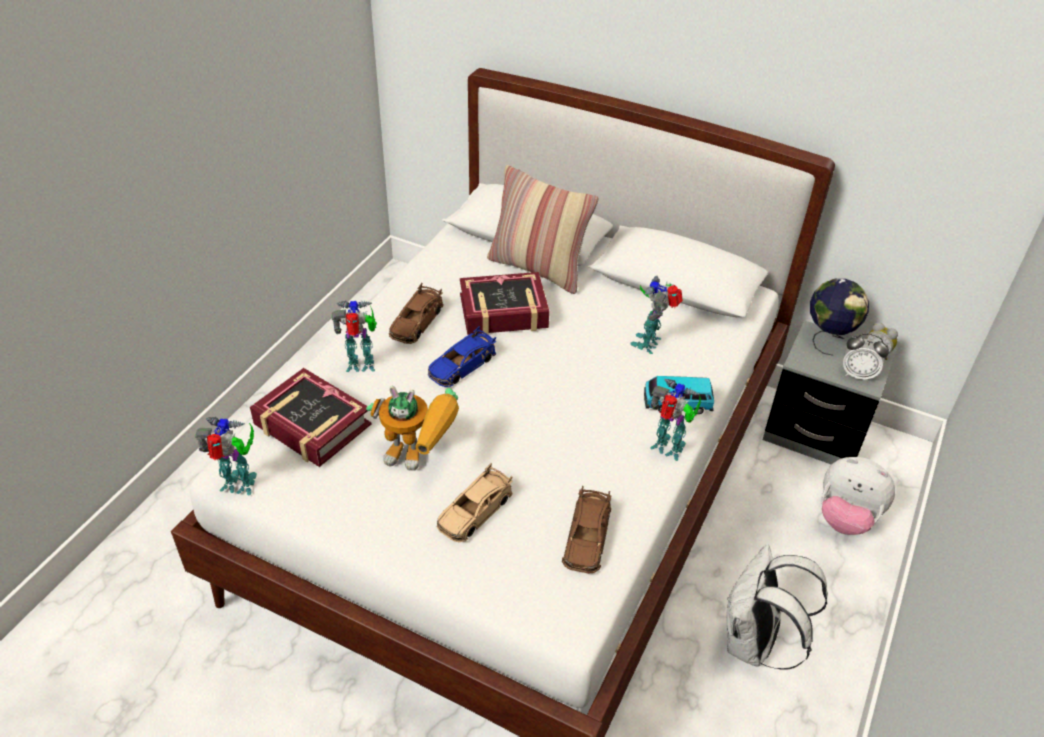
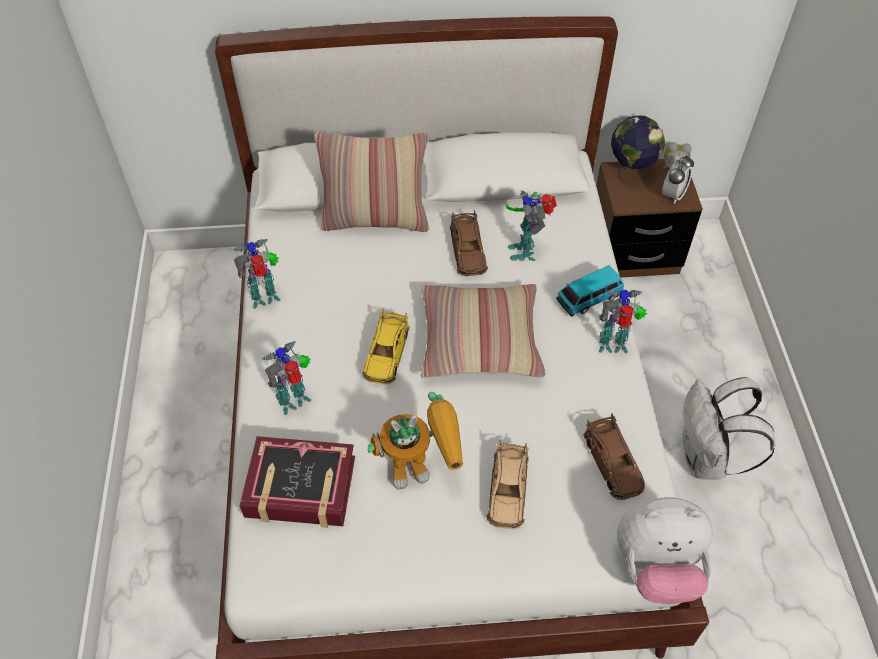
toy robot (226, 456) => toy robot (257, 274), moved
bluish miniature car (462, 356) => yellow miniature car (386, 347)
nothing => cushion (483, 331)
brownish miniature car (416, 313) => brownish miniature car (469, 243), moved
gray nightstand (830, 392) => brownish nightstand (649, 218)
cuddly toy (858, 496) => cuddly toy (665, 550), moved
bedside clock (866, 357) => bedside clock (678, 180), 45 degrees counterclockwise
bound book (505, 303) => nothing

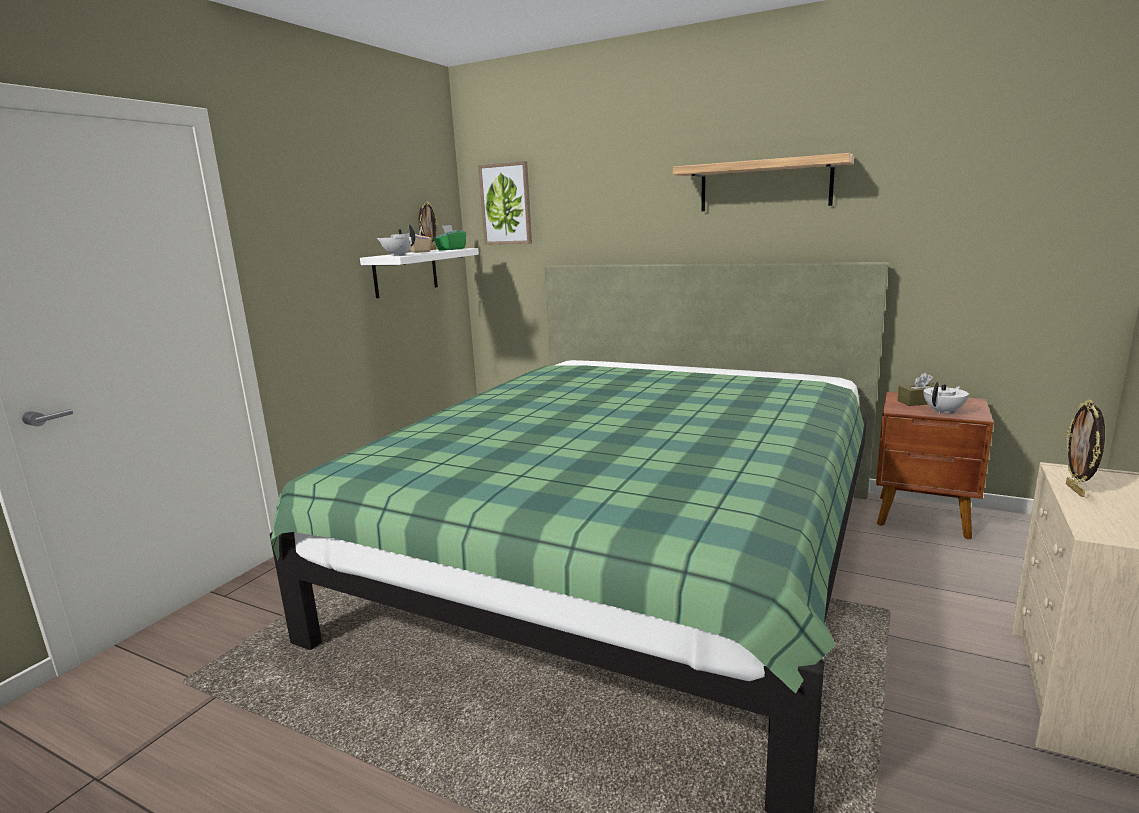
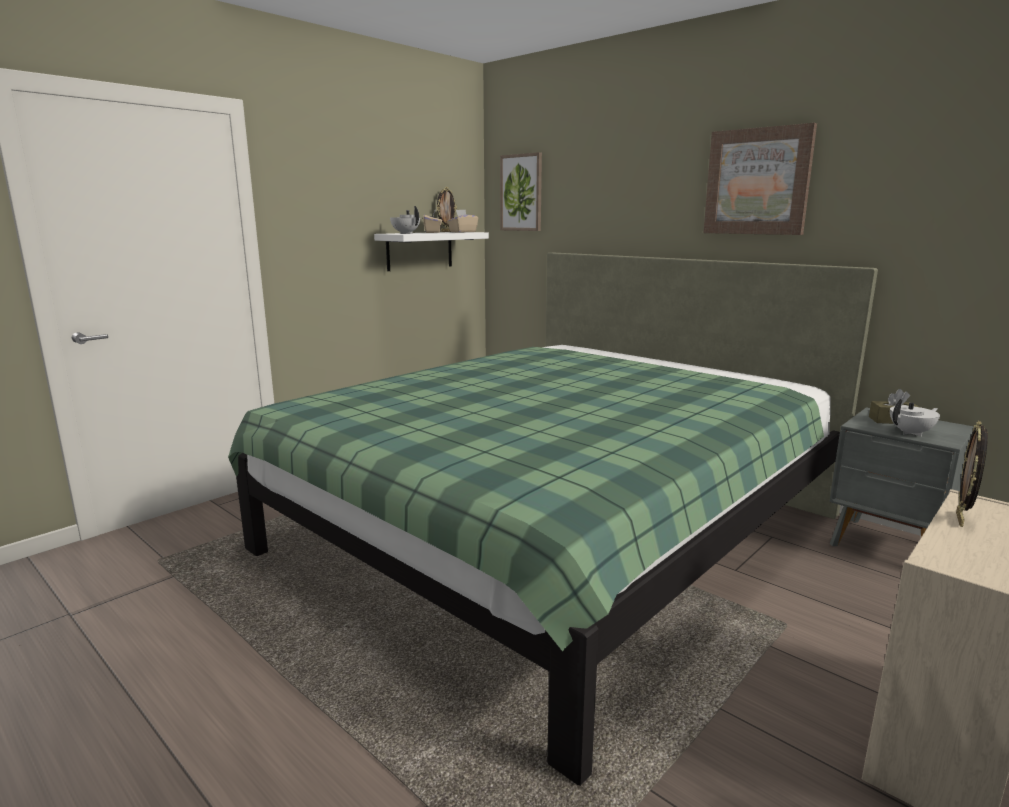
greenish tissue box (449, 237) => beige tissue box (462, 221)
bracket shelf (763, 182) => wall art (760, 179)
brownish nightstand (935, 466) => gray nightstand (902, 477)

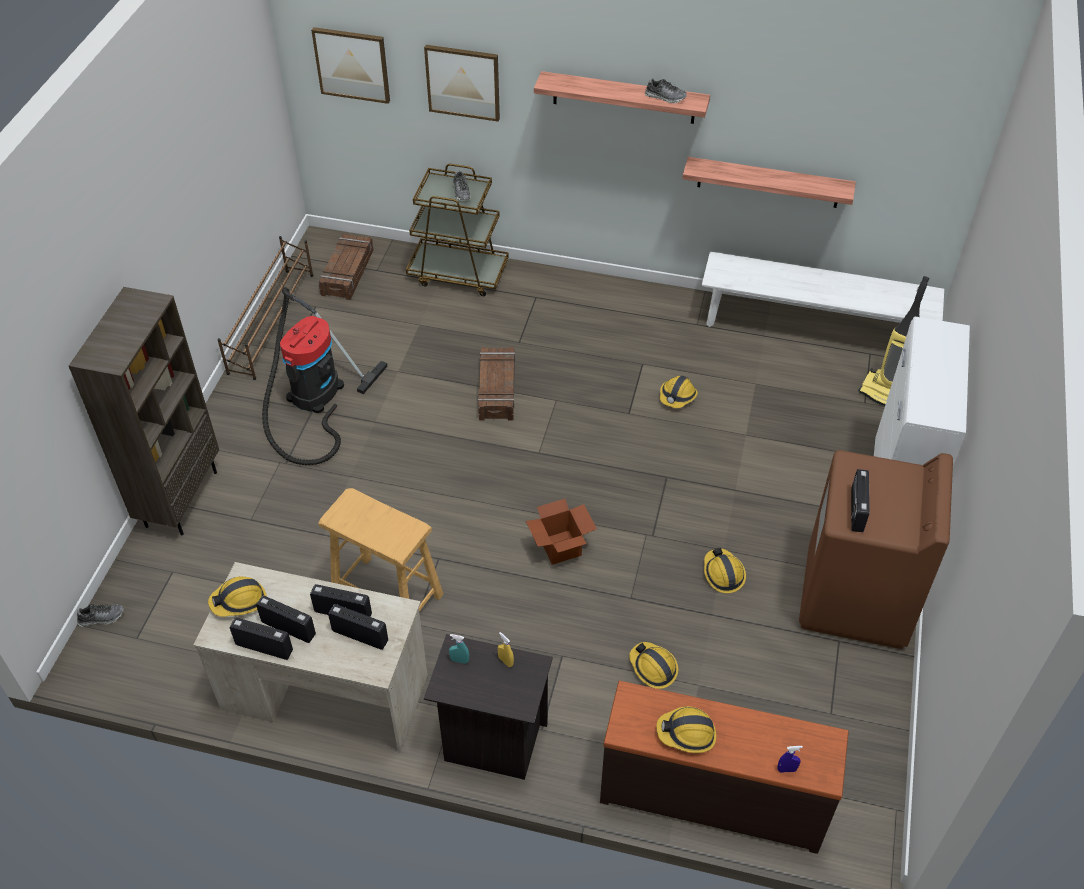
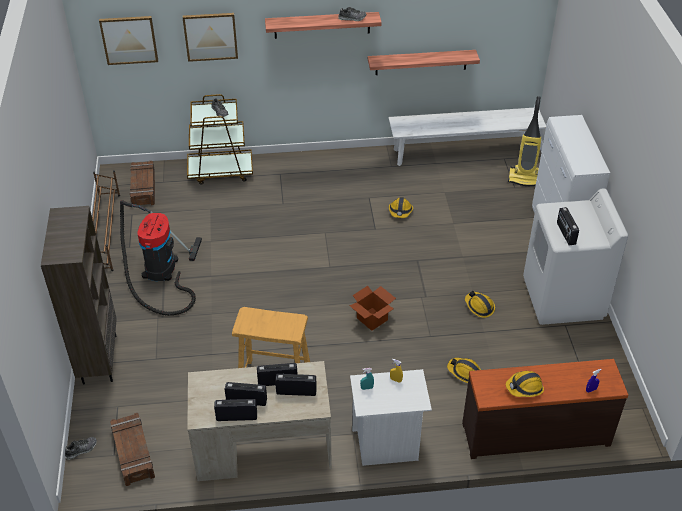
crate (496, 383) => crate (132, 449), moved
black-coloured nightstand (488, 707) => whitish nightstand (391, 417)
brownish laundry appliance (876, 549) => whitish laundry appliance (575, 256)
hard hat (237, 596) => nothing

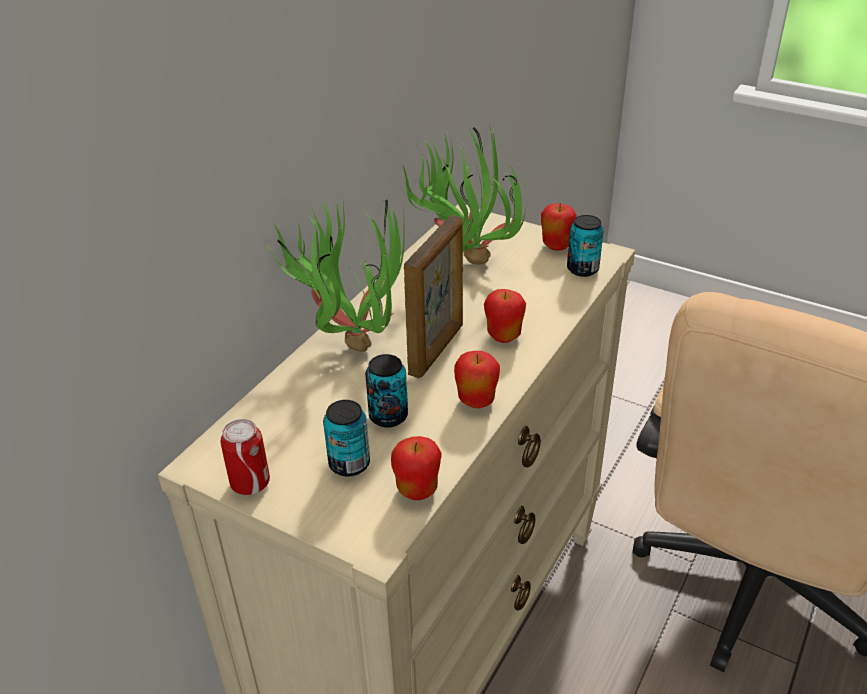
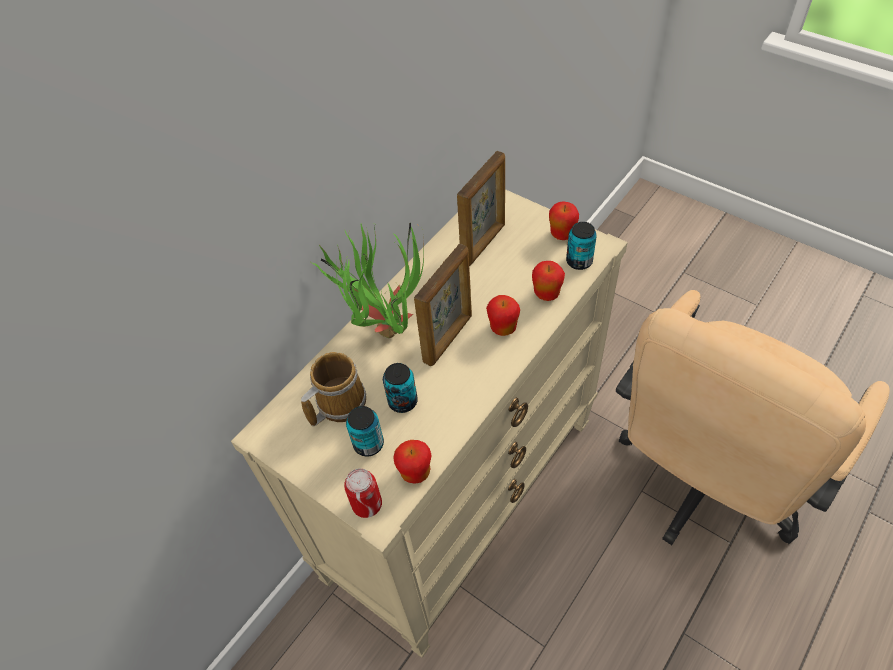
nothing => tea mug (333, 389)
can (245, 457) => can (363, 493), moved
houseplant (464, 195) => standing frame (481, 208)
apple (477, 379) => apple (548, 281), moved

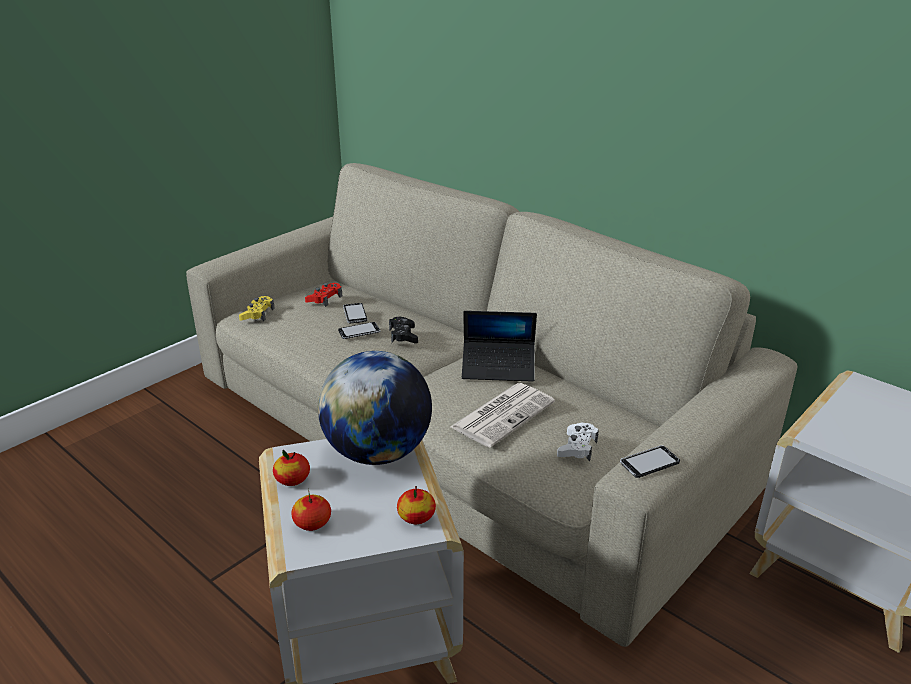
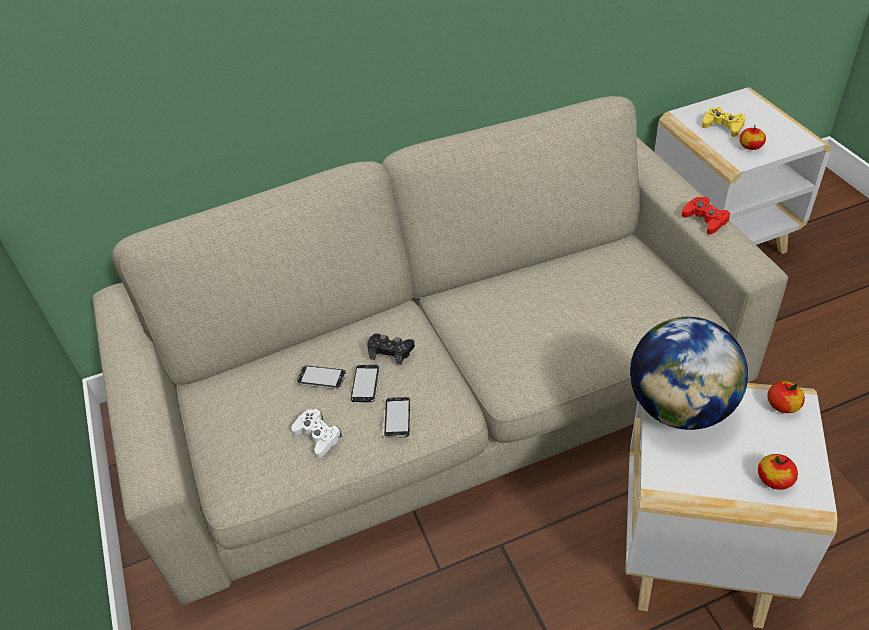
whitish joypad (578, 442) => whitish joypad (316, 433), moved
telephone (650, 461) => telephone (396, 417), moved
red-coloured joypad (323, 295) => red-coloured joypad (706, 216), moved
yellow joypad (257, 308) => yellow joypad (723, 122), moved
apple (291, 468) => apple (752, 137), moved
daily paper (502, 415) => nothing
portable computer (499, 346) => nothing

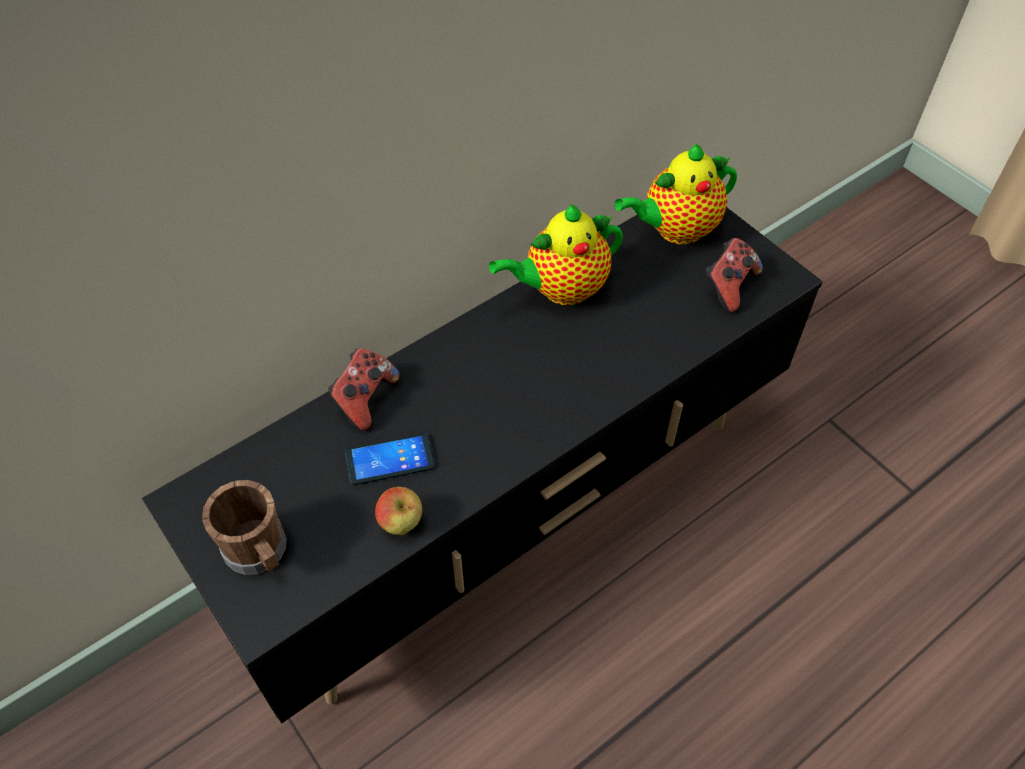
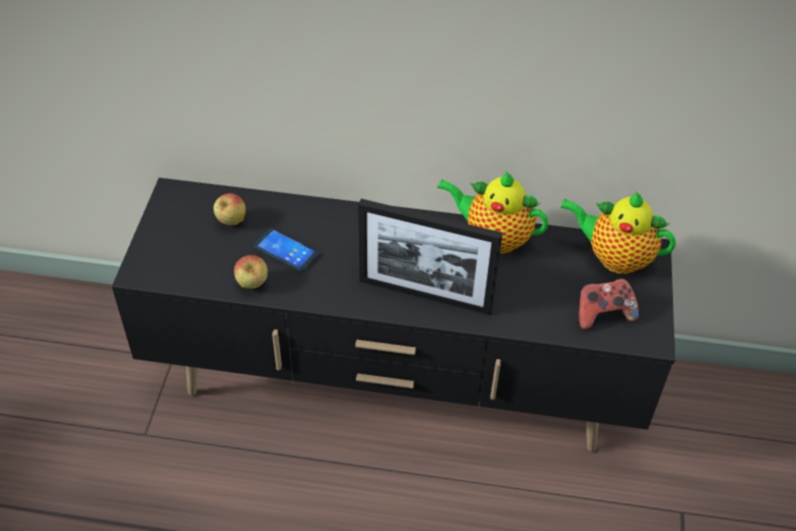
nothing => apple (229, 209)
nothing => standing frame (430, 257)
brownish tea mug (244, 527) => nothing
joypad (364, 389) => nothing

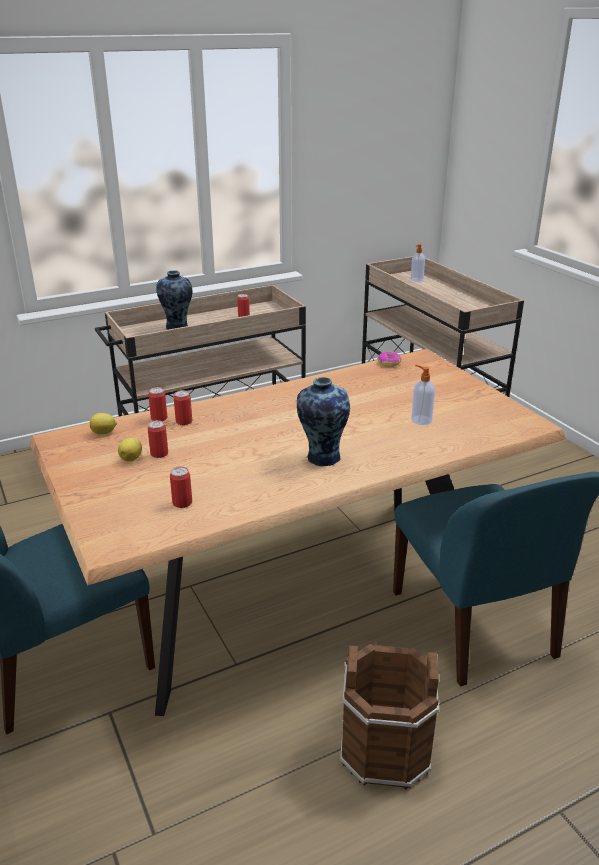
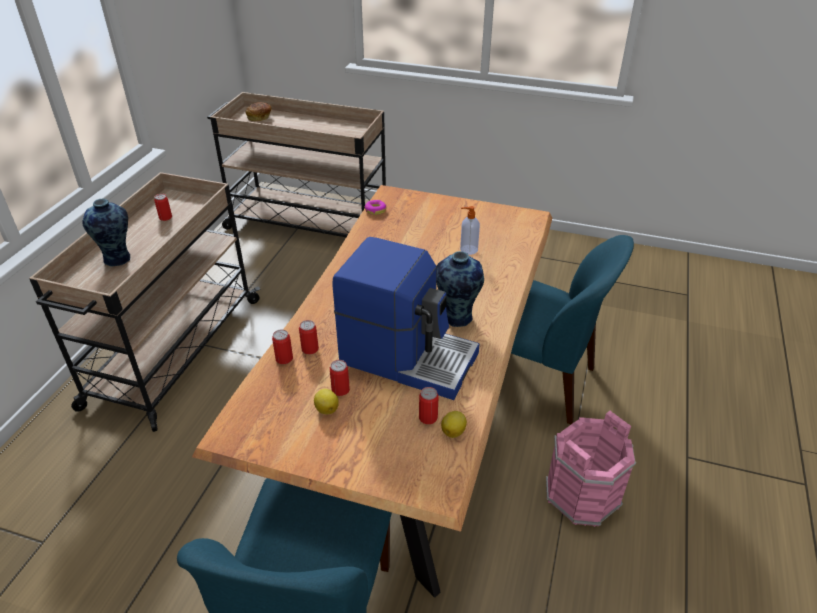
soap bottle (418, 263) => bread (259, 111)
nothing => coffee brewer (406, 318)
citrus fruit (103, 423) => citrus fruit (454, 424), moved
brownish pail (389, 717) => pinkish pail (591, 469)

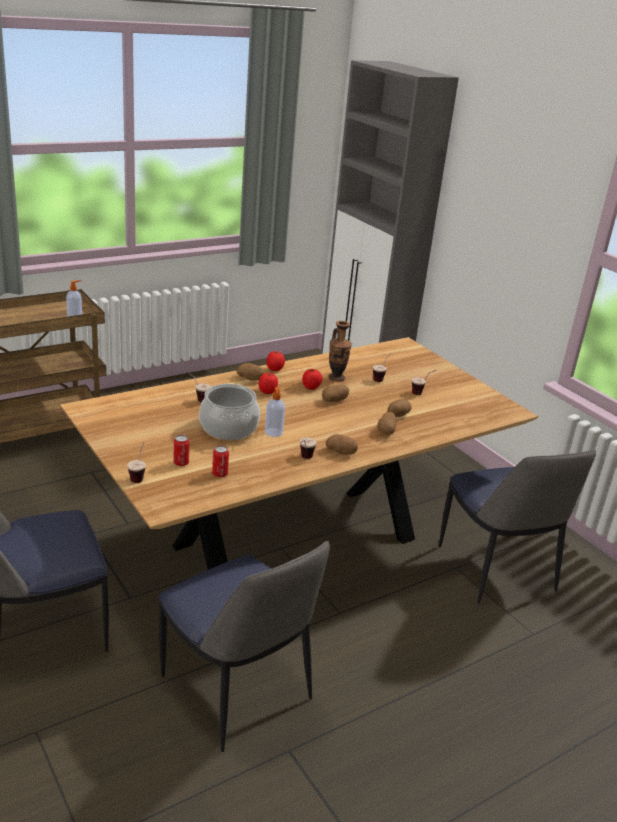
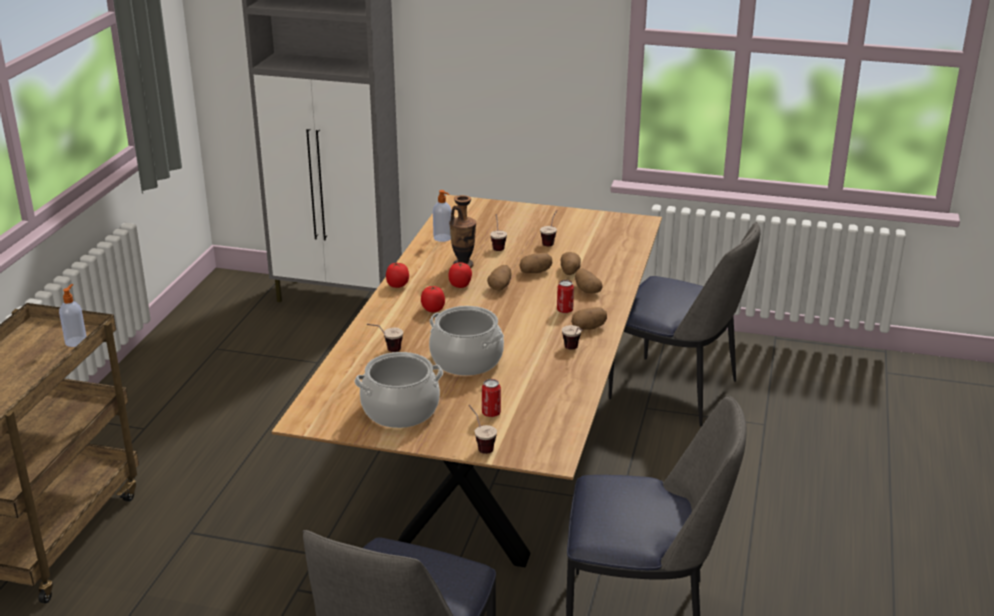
nothing => saucepot (398, 390)
soap bottle (275, 412) => soap bottle (442, 216), moved
whole potato (250, 371) => whole potato (535, 263), moved
can (220, 461) => can (565, 296), moved

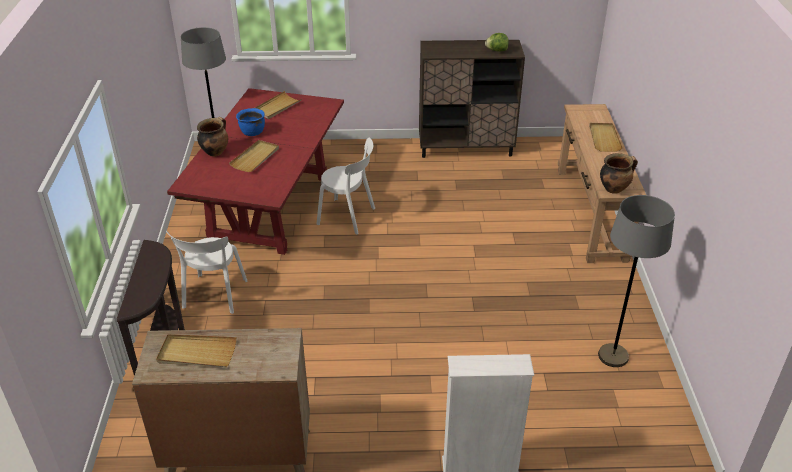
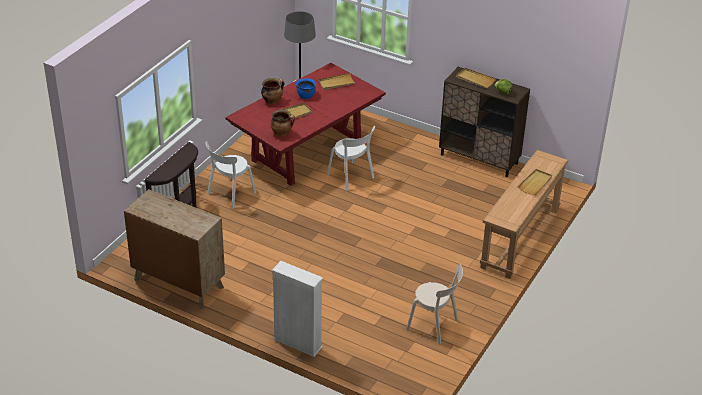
saucepot (619, 173) => saucepot (282, 123), moved
gray floor lamp (636, 281) => beige chair (434, 304)
beige tray (196, 350) => beige tray (476, 78), moved

